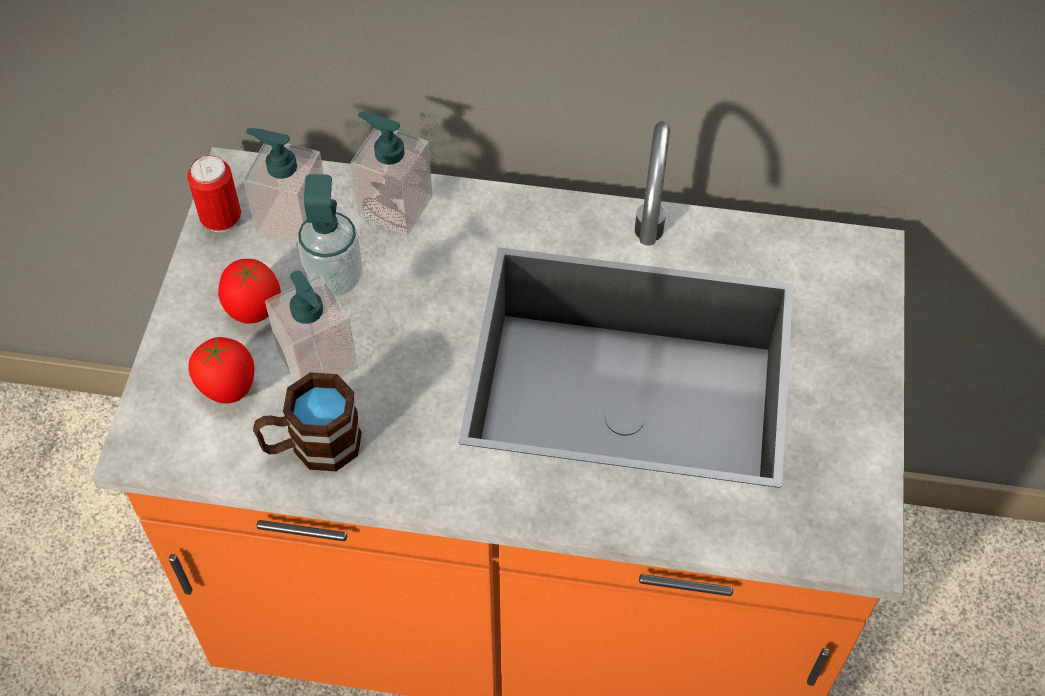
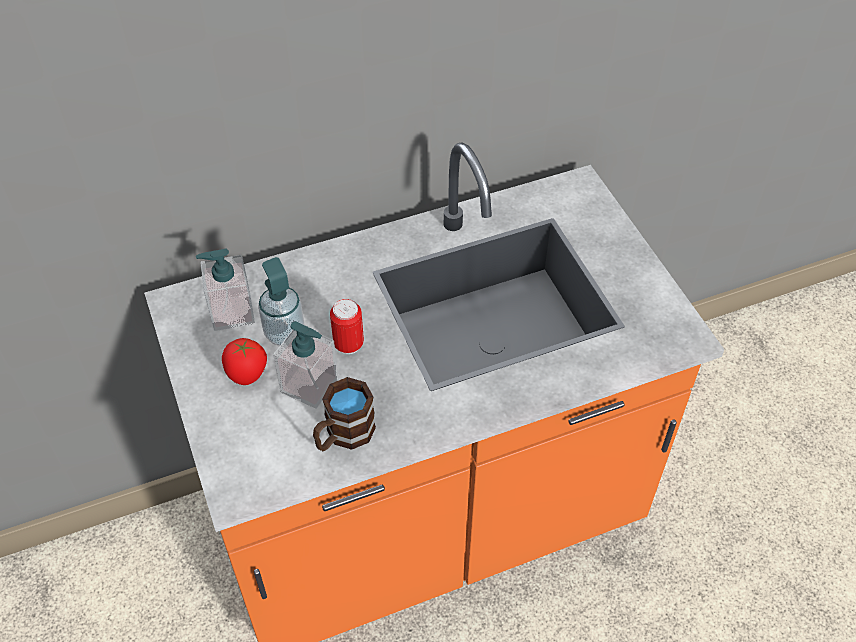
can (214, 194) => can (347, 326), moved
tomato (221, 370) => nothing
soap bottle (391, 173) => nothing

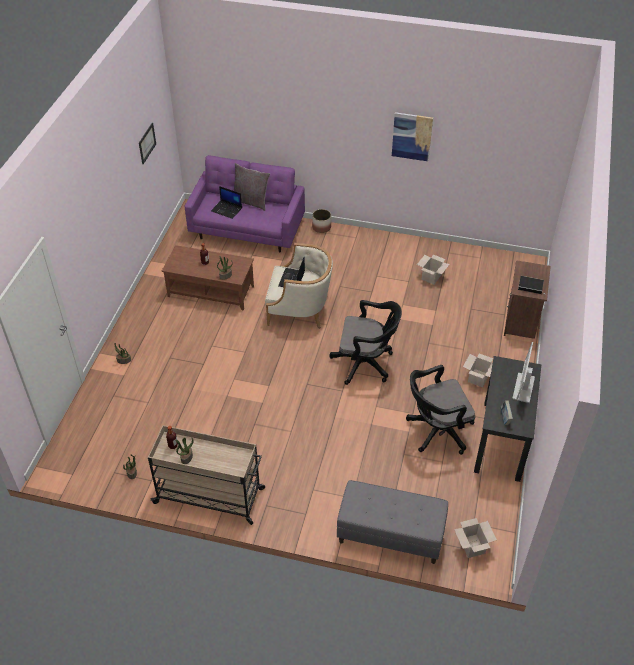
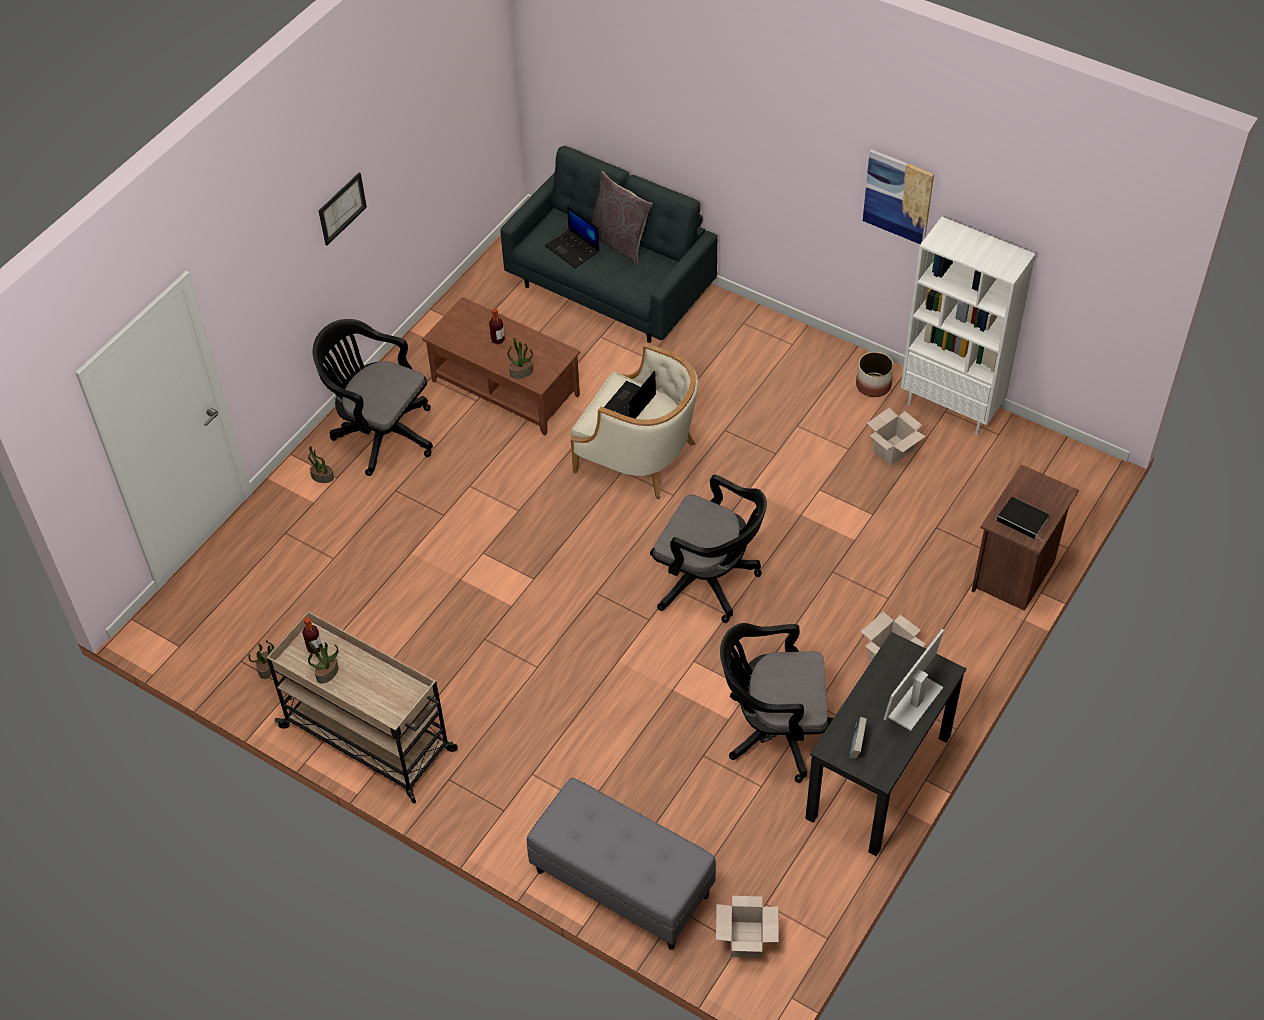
nothing => black-coloured office chair (373, 397)
wall art (147, 143) => wall art (343, 209), moved
purplish sofa (245, 204) => gray sofa (609, 244)
planter (321, 221) => planter (875, 374), moved
nothing => whitish shelving unit (968, 326)

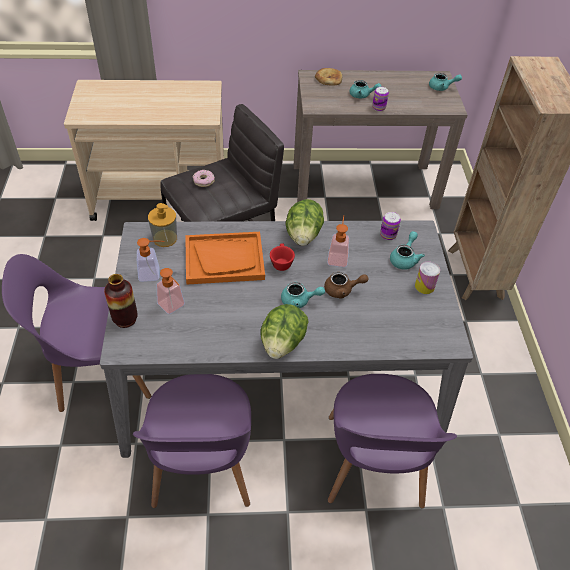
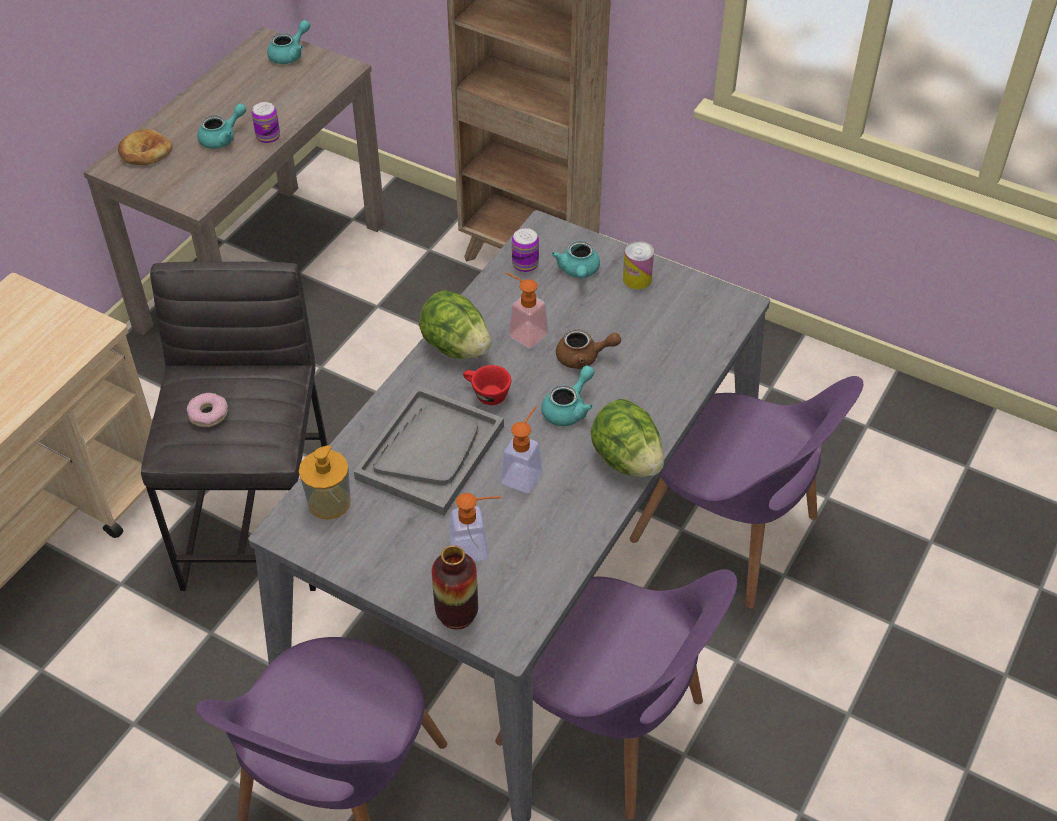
orange tray (225, 258) => gray tray (429, 450)
soap bottle (150, 260) => soap bottle (521, 450), moved
turquoise-coloured pot for tea (407, 250) => turquoise-coloured pot for tea (576, 259), 150 degrees counterclockwise
brownish pot for tea (346, 285) => brownish pot for tea (588, 349), 60 degrees clockwise

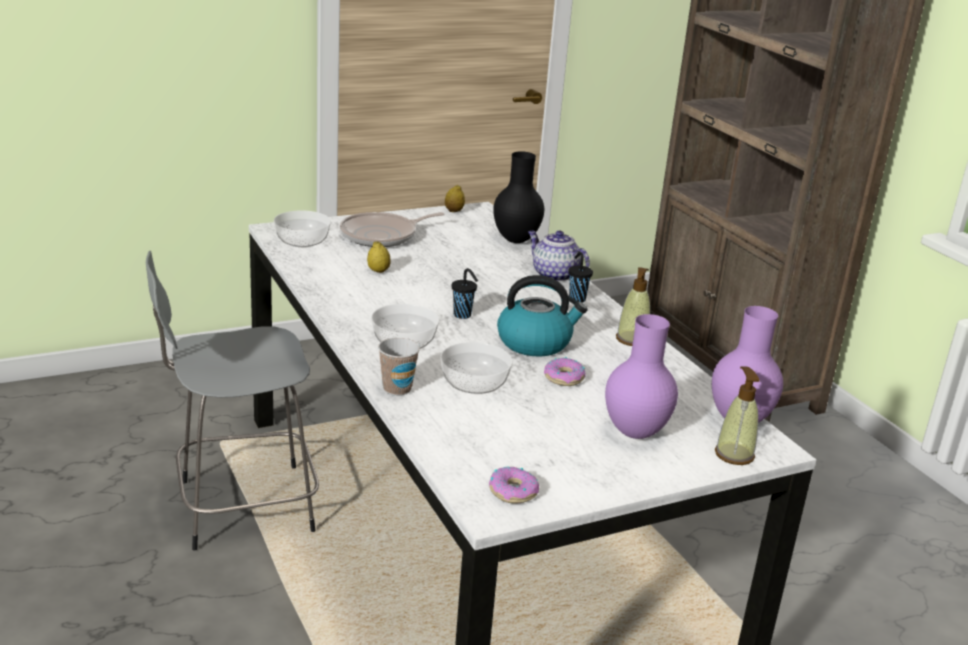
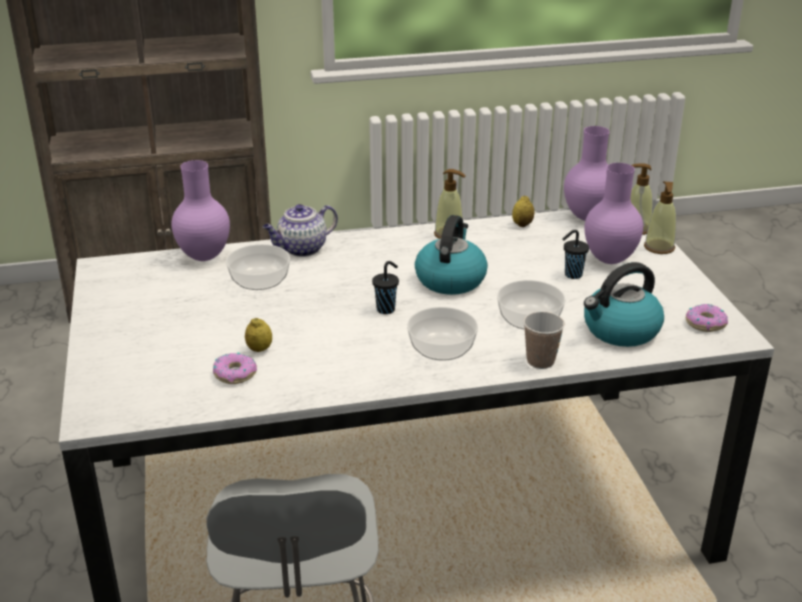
black-coloured flower vase (518, 197) => purplish flower vase (200, 210)
doughnut (565, 371) => doughnut (235, 368), moved
serving bowl (302, 228) => serving bowl (258, 267), moved
citrus fruit (455, 198) => citrus fruit (523, 211), moved
black-coloured cup (580, 277) => black-coloured cup (576, 254), moved
nothing => tea kettle (624, 304)
nothing => soap bottle (660, 218)
skillet (392, 229) => nothing

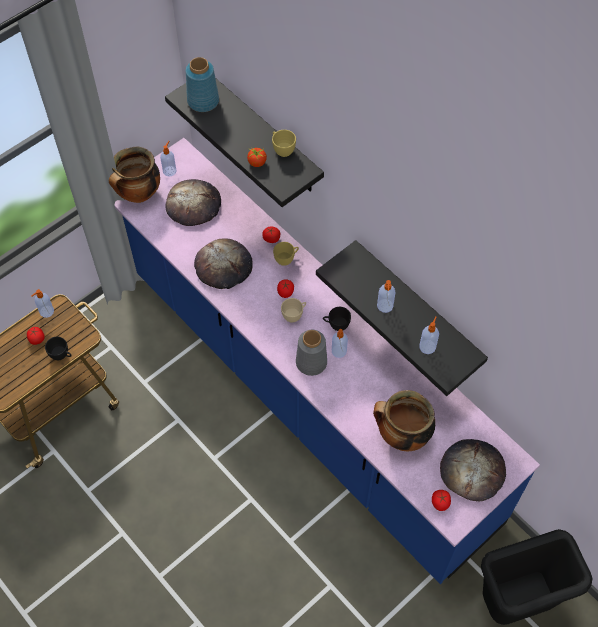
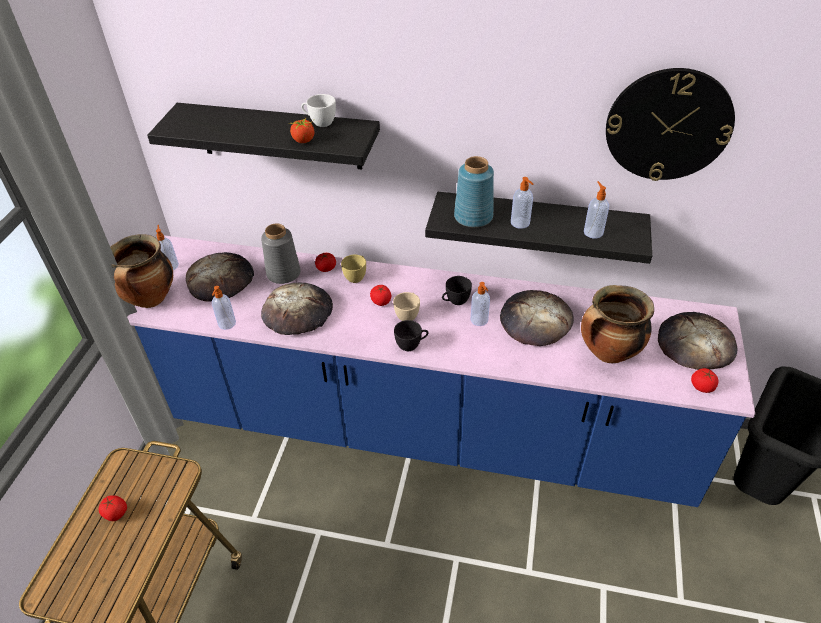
soap bottle (42, 303) => soap bottle (224, 308), moved
gray flower vase (311, 353) => gray flower vase (281, 254), moved
yellow cup (284, 143) => whitish cup (318, 110)
black-coloured cup (58, 348) => black-coloured cup (411, 335), moved
bluish flower vase (202, 84) => bluish flower vase (474, 192), moved
nothing => bread (537, 318)
nothing => wall clock (670, 124)

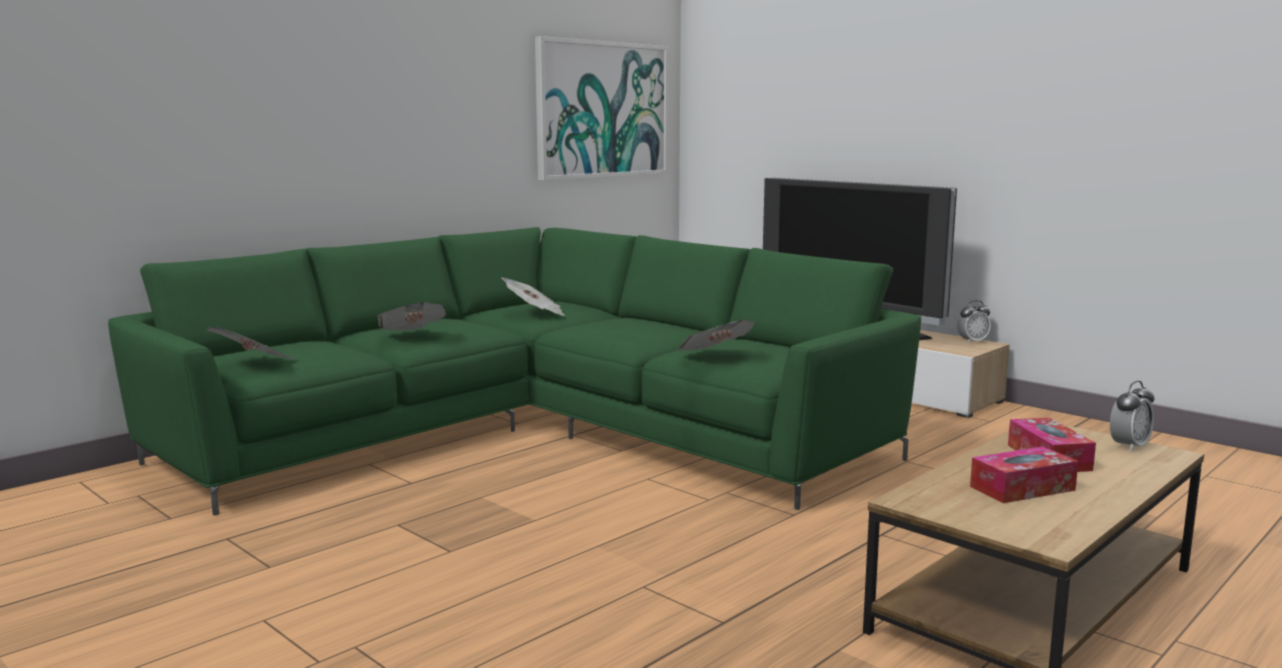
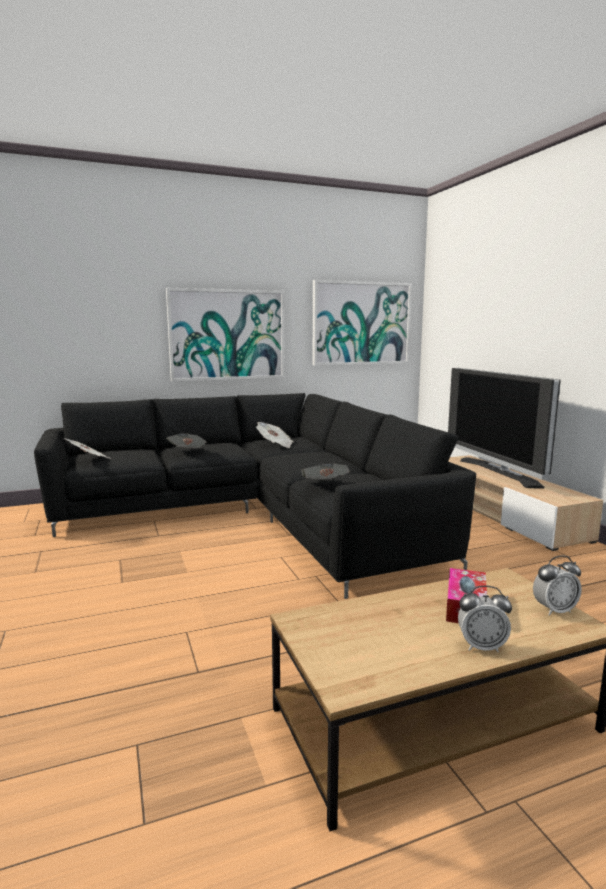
greenish sofa (514, 371) => black-coloured sofa (255, 496)
nothing => wall art (225, 334)
bedside clock (974, 322) => bedside clock (485, 618), moved
tissue box (1024, 475) => nothing

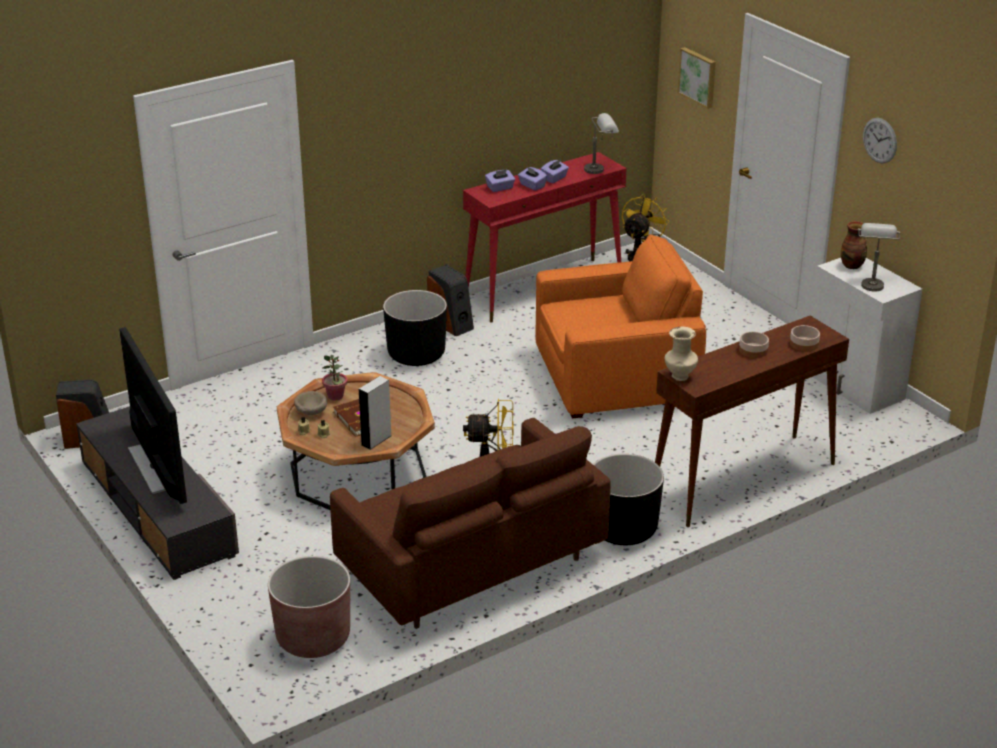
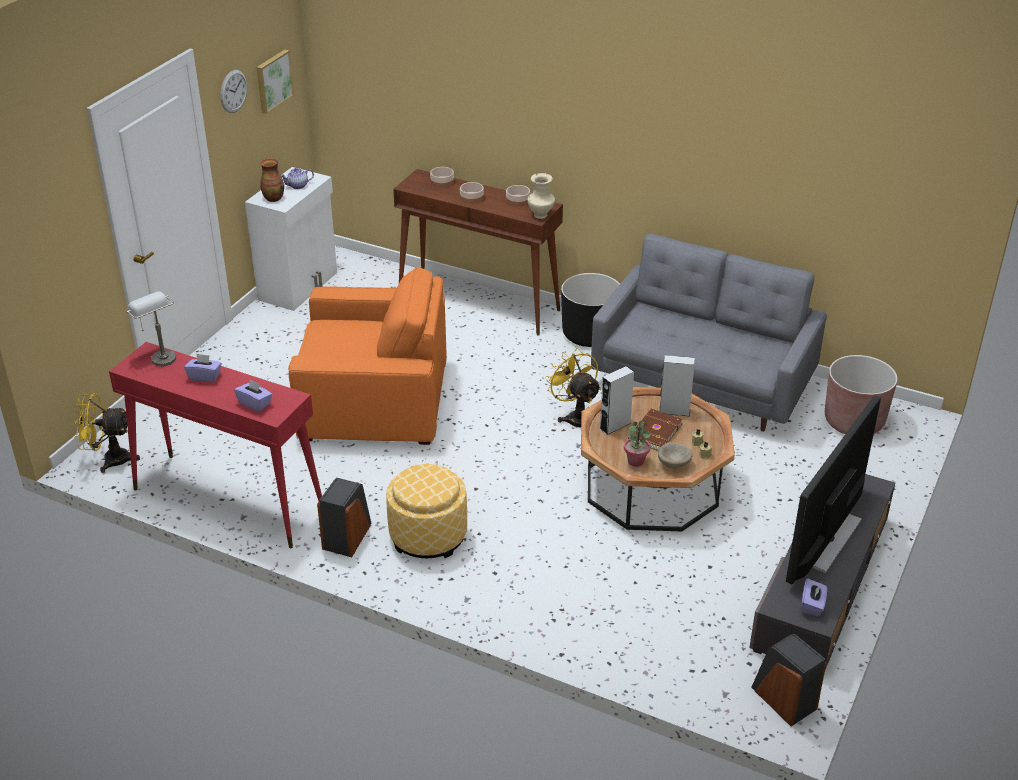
wall art (697, 78) => wall art (275, 82), moved
gray table lamp (878, 257) => pot for tea (297, 178)
orange easy chair (621, 326) => orange easy chair (367, 355), 135 degrees clockwise
black-coloured planter (415, 328) => footrest (426, 511)
nothing => serving bowl (518, 196)
brownish sofa (470, 523) => gray sofa (709, 332)
nothing => gray speaker (617, 400)
purplish tissue box (532, 178) => purplish tissue box (814, 597), moved

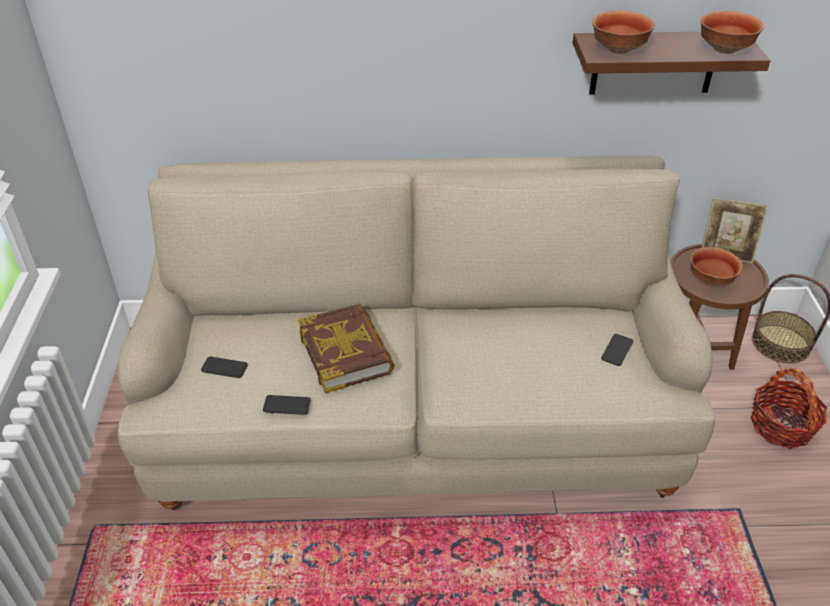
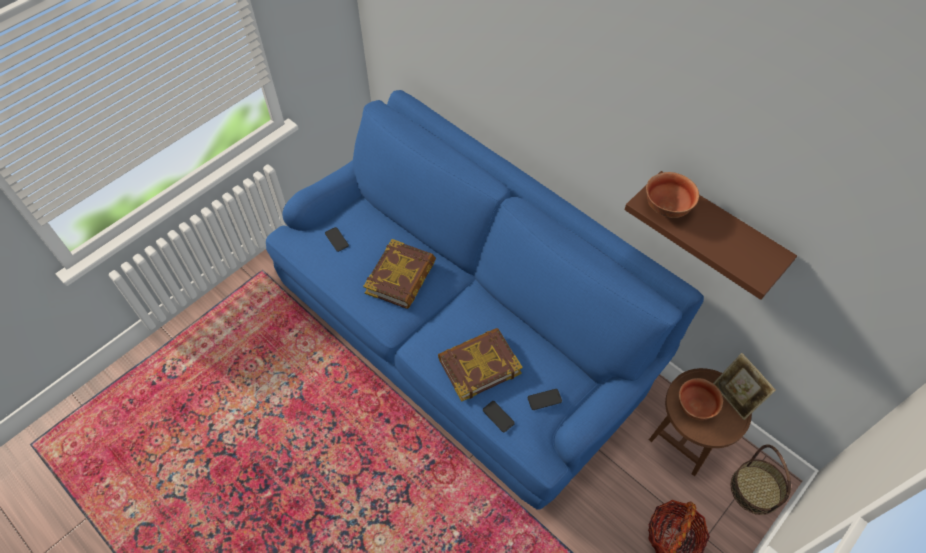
beige sofa (416, 333) => bluish sofa (485, 299)
nothing => bound book (480, 365)
telephone (287, 405) => telephone (499, 416), moved
serving bowl (732, 32) => nothing

